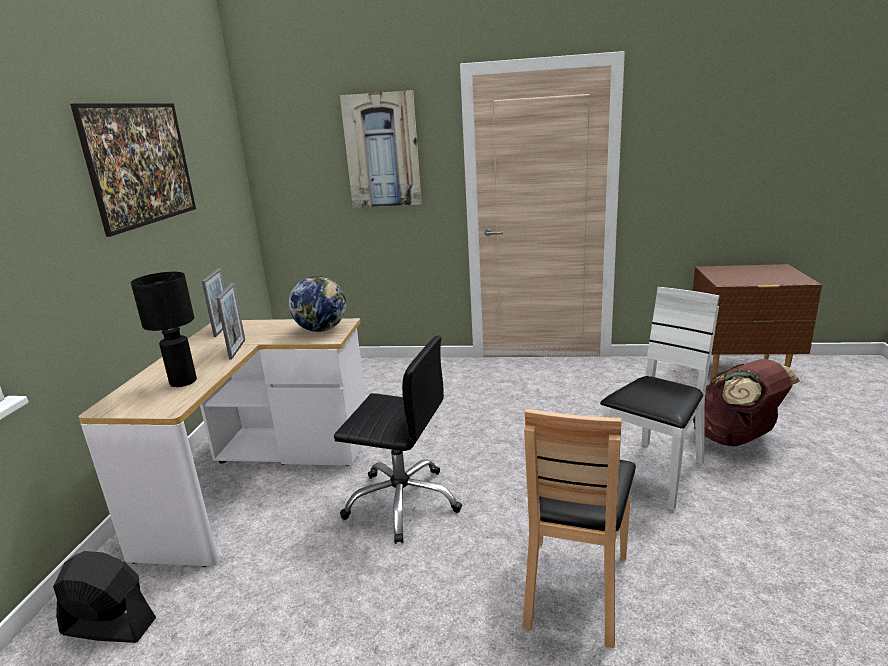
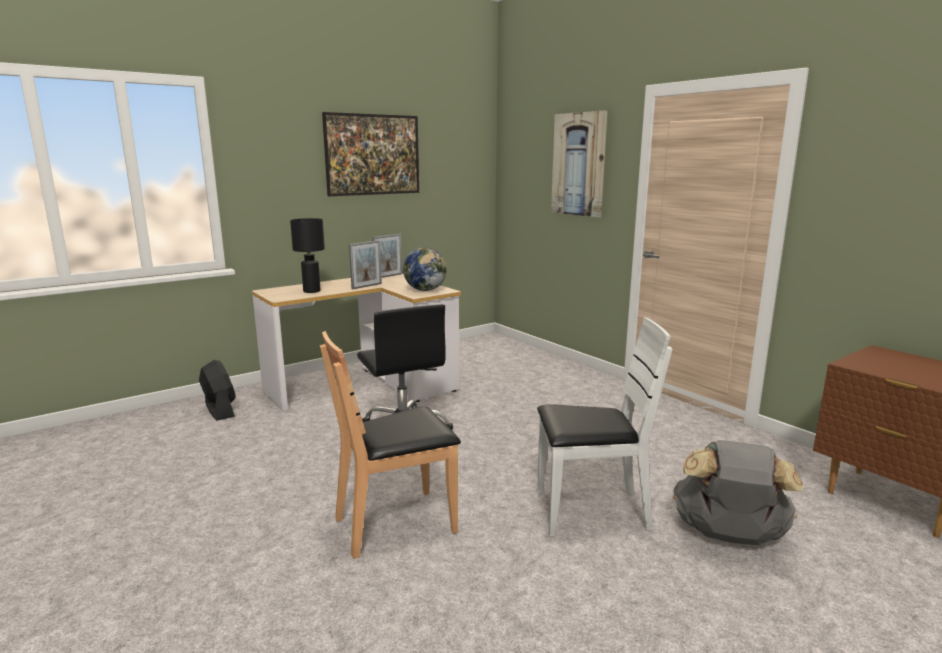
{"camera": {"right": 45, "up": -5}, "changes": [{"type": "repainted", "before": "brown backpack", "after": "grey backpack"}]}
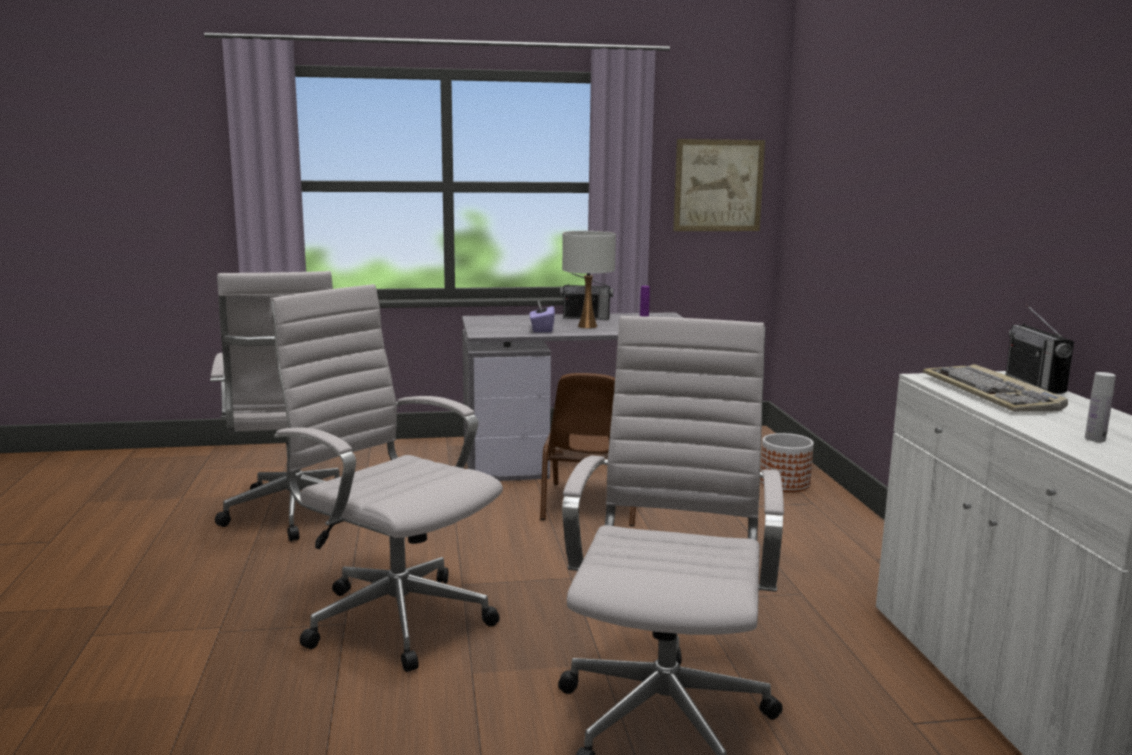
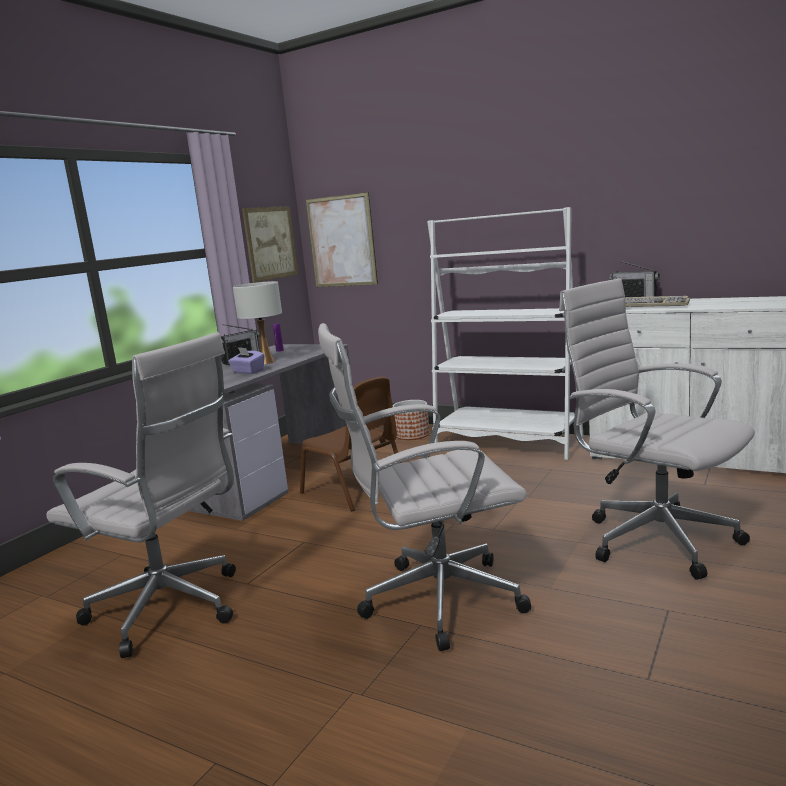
{"camera": {"right": -50, "up": 0}, "changes": [{"type": "gone", "before": "white bottle"}, {"type": "new", "after": "picture (no. 2 from left)"}, {"type": "new", "after": "white bookcase"}]}
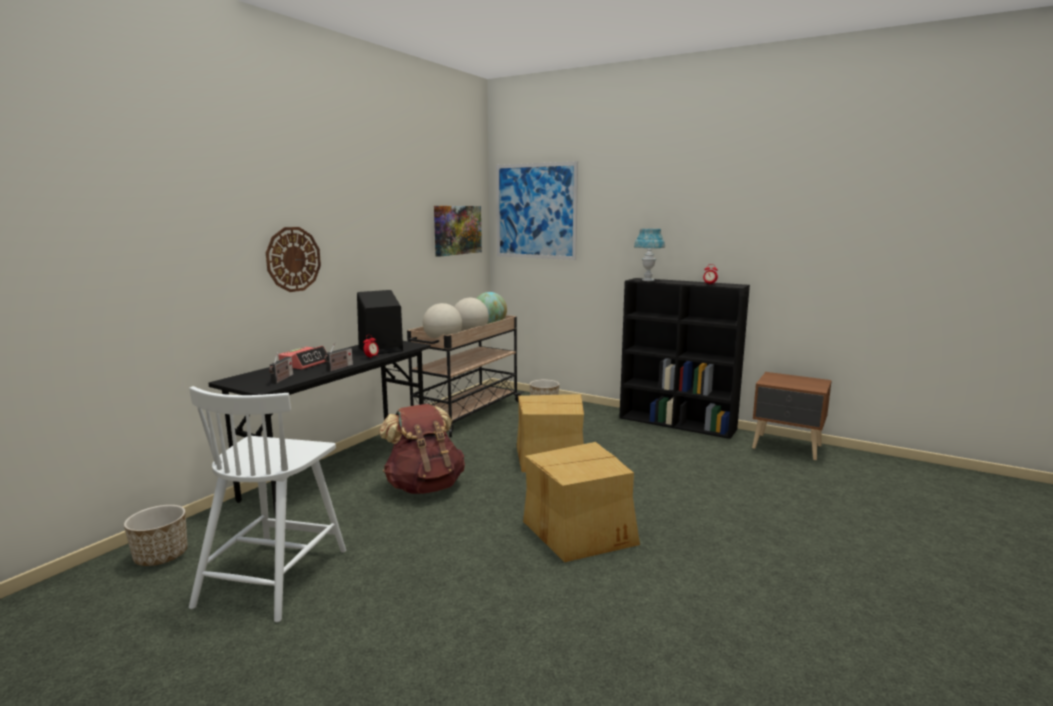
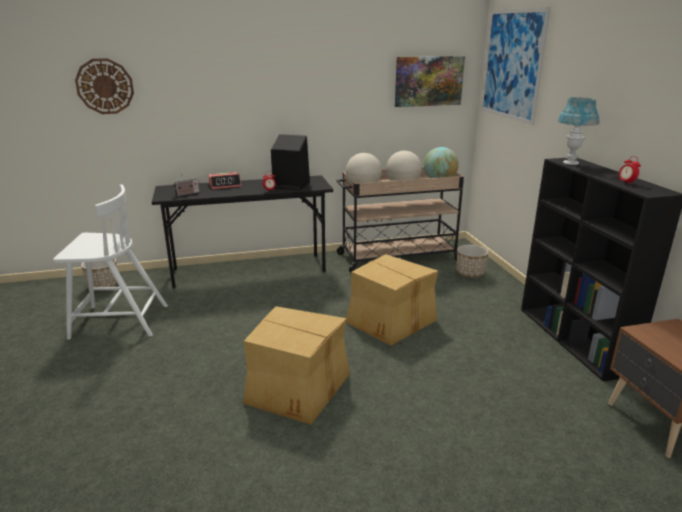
{"camera": {"right": 45, "up": 10}, "changes": [{"type": "gone", "before": "radio (no. 2 from left)"}, {"type": "gone", "before": "brown backpack"}, {"type": "shifted", "before": "wall clock"}, {"type": "rotated", "before": "white chair", "turn": -150}]}
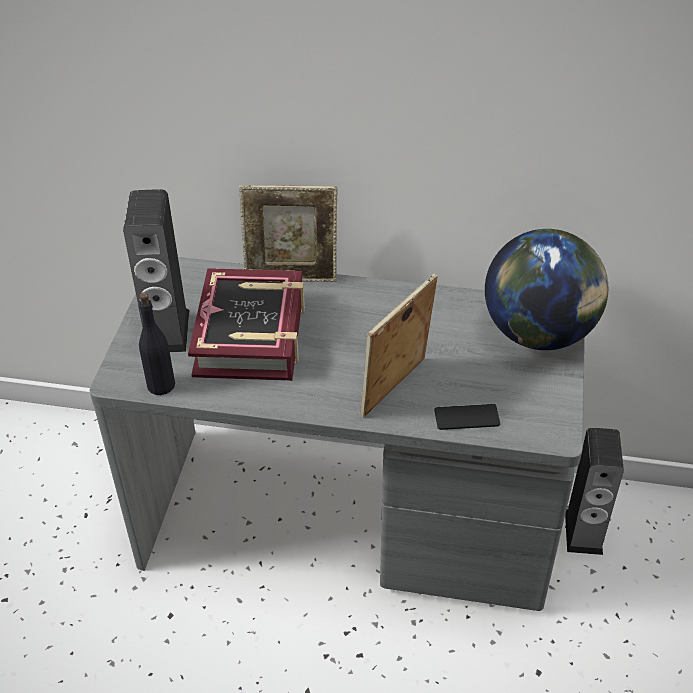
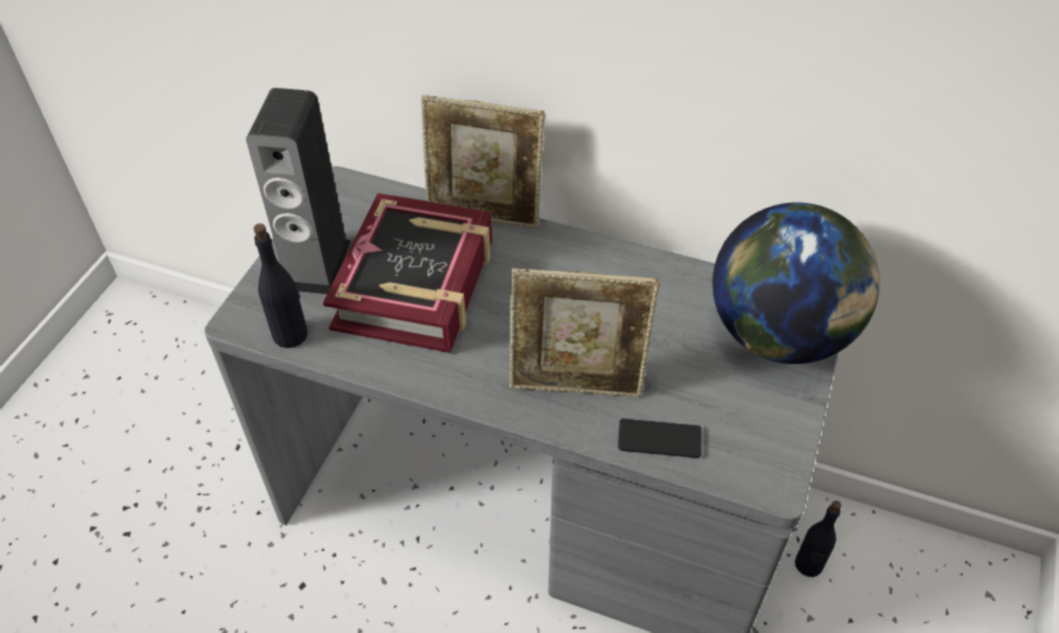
{"camera": {"right": 10, "up": 5}, "changes": [{"type": "swapped", "before": "speaker (no. 2 from left)", "after": "black bottle (no. 2 from left)"}, {"type": "rotated", "before": "picture frame (no. 2 from left)", "turn": -135}]}
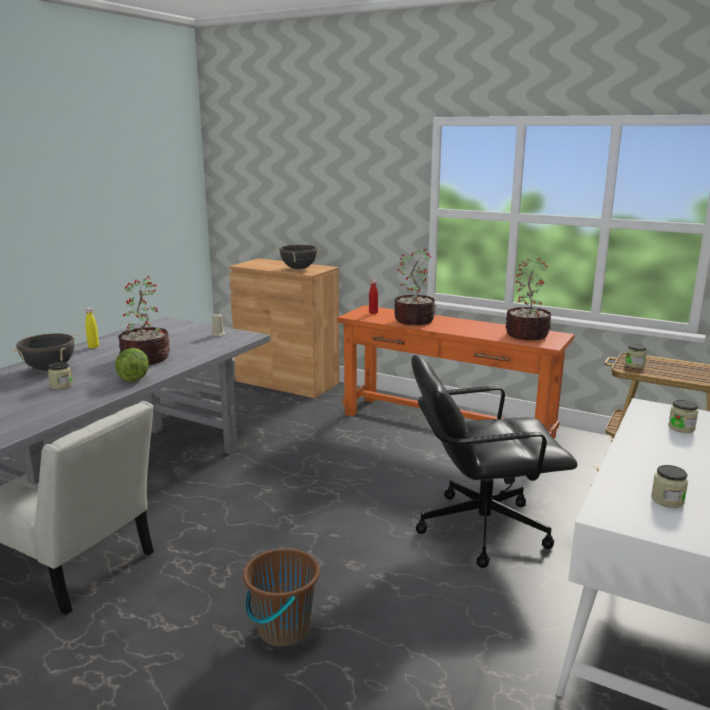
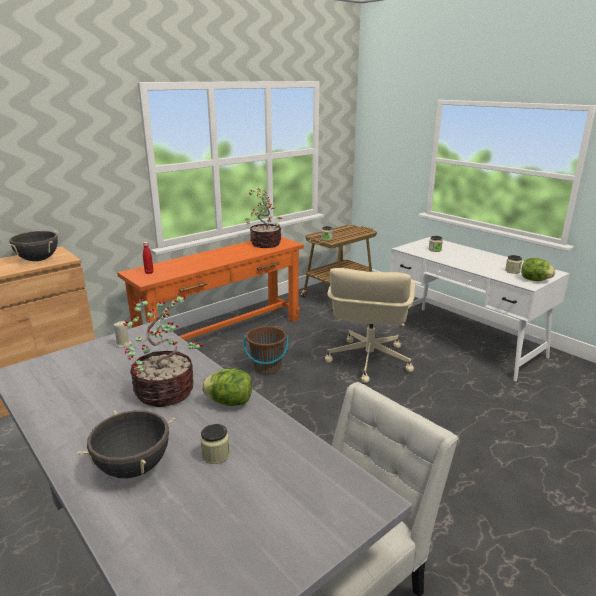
{"camera": {"right": -70, "up": 5}, "changes": [{"type": "gone", "before": "yellow bottle"}, {"type": "gone", "before": "potted plant (no. 2 from left)"}, {"type": "new", "after": "lettuce (no. 2 from left)"}, {"type": "shifted", "before": "brown bucket"}, {"type": "repainted", "before": "black office chair", "after": "beige office chair"}]}
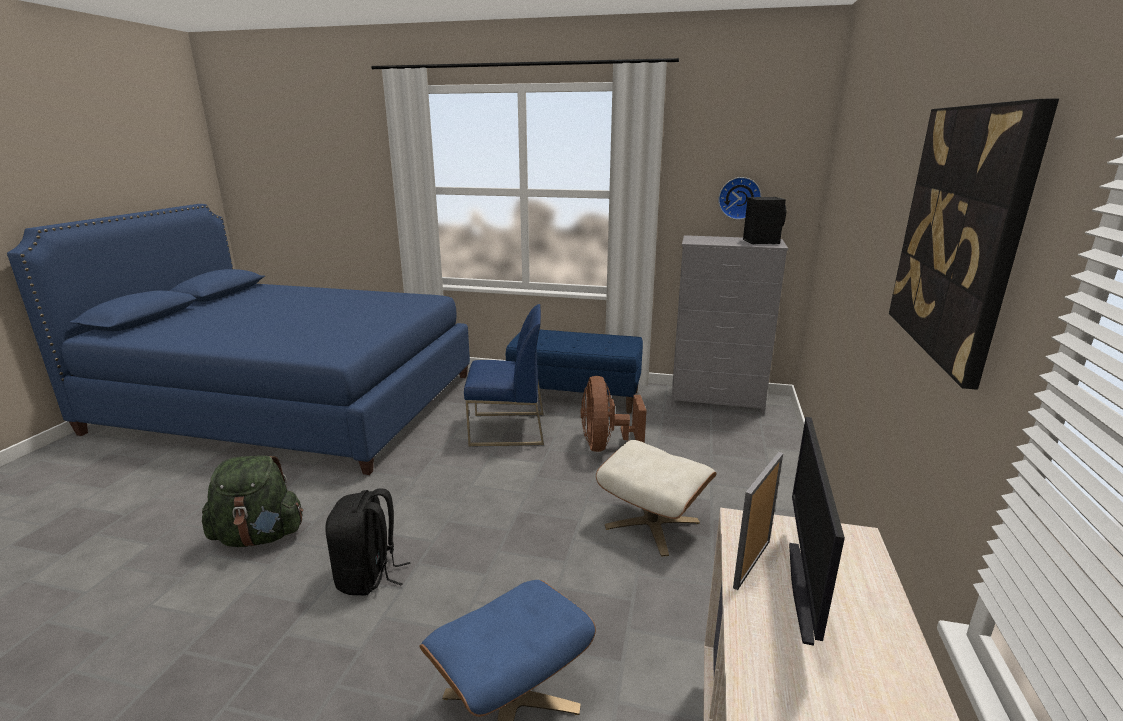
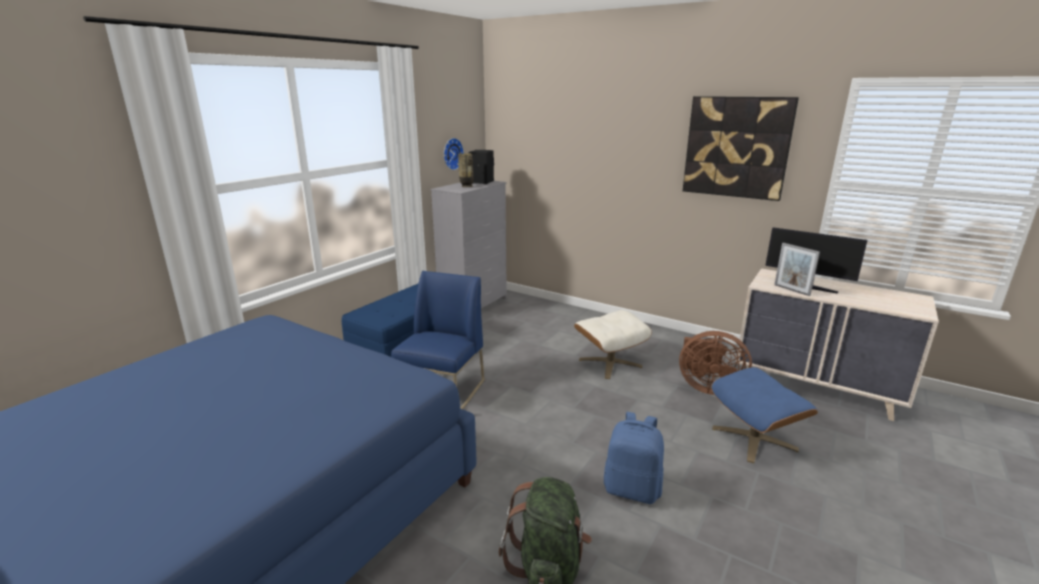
{"camera": {"right": -70, "up": 0}, "changes": [{"type": "new", "after": "vase"}, {"type": "shifted", "before": "brown fan"}, {"type": "repainted", "before": "black backpack", "after": "blue backpack"}]}
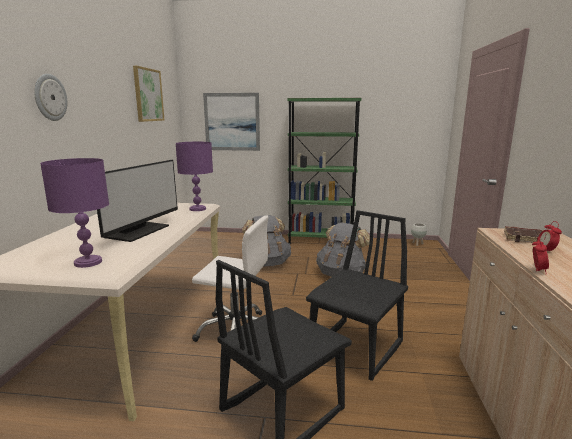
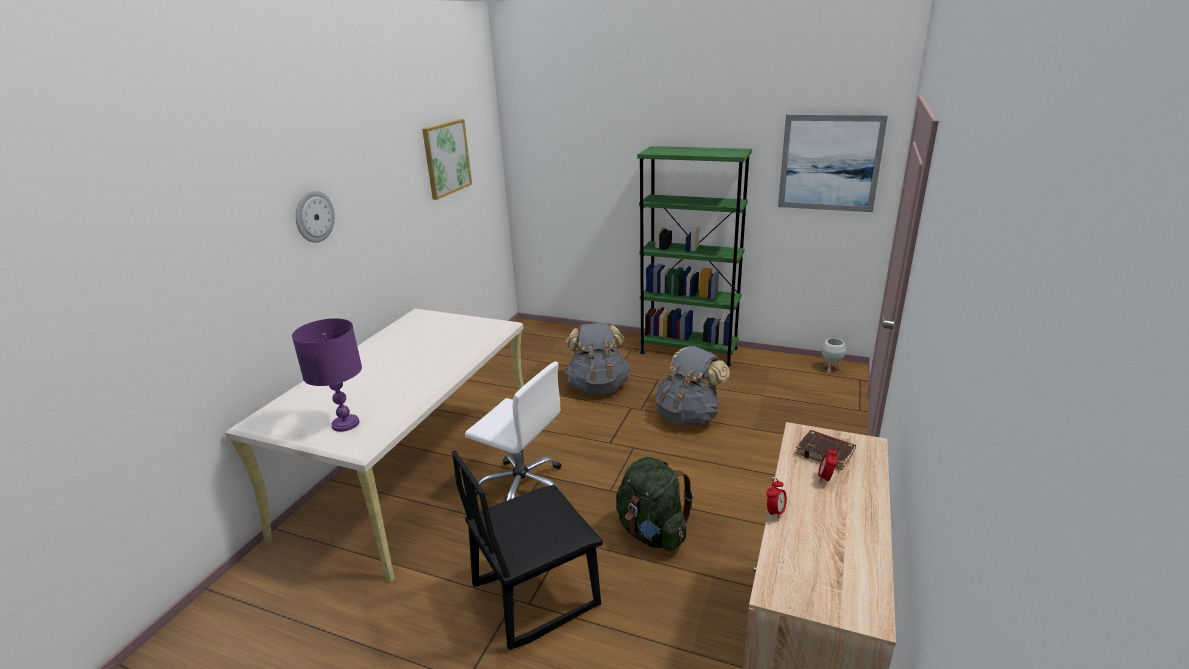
{"camera": {"right": 15, "up": 10}, "changes": [{"type": "gone", "before": "monitor"}, {"type": "gone", "before": "purple table lamp (no. 2 from left)"}, {"type": "shifted", "before": "picture (no. 2 from left)"}, {"type": "swapped", "before": "black chair (no. 2 from left)", "after": "green backpack"}]}
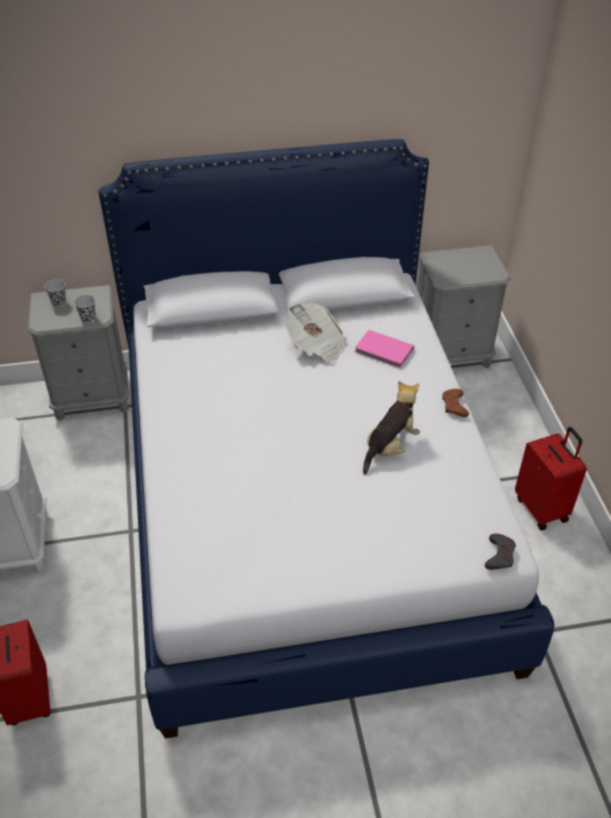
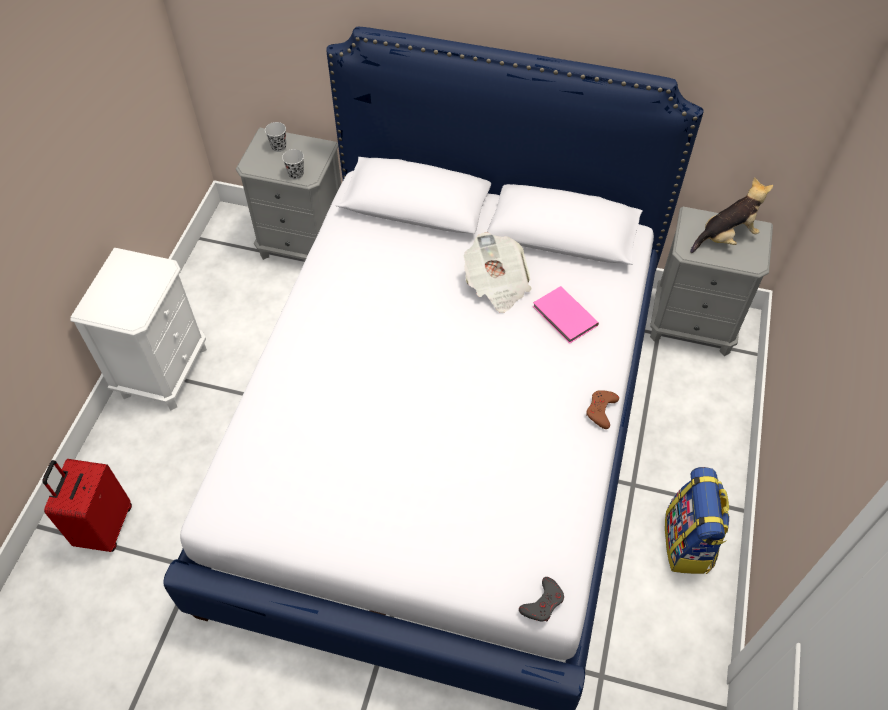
{"camera": {"right": 25, "up": 10}, "changes": [{"type": "shifted", "before": "plush toy"}, {"type": "swapped", "before": "red suitcase (no. 2 from left)", "after": "backpack"}]}
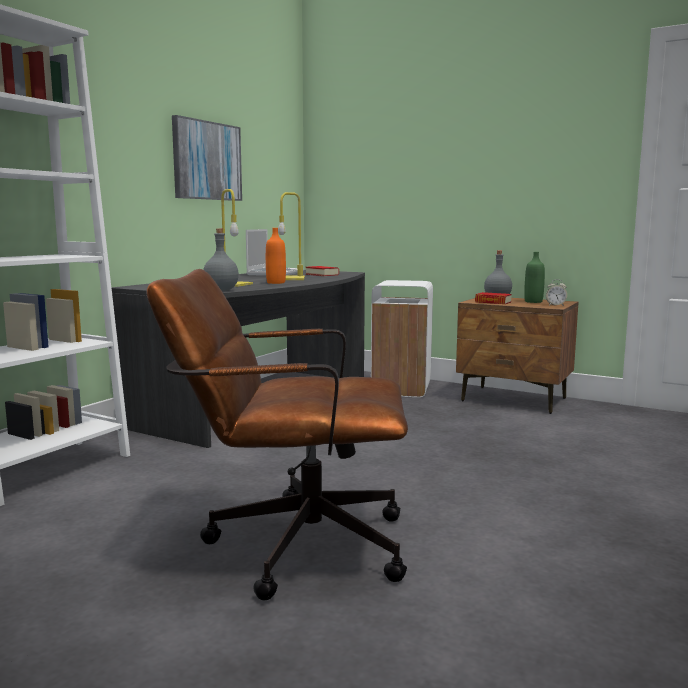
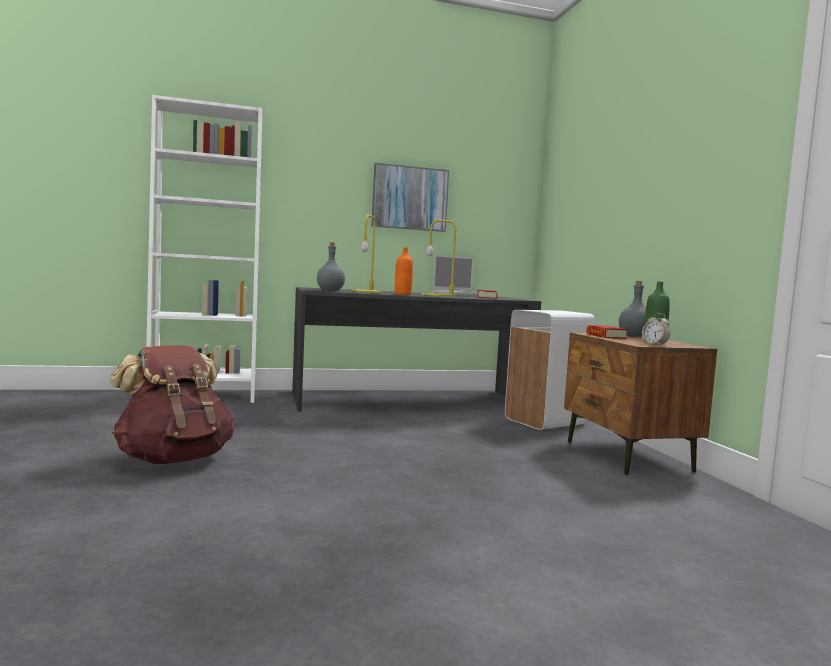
{"camera": {"right": 45, "up": -5}, "changes": [{"type": "swapped", "before": "brown office chair", "after": "brown backpack"}]}
